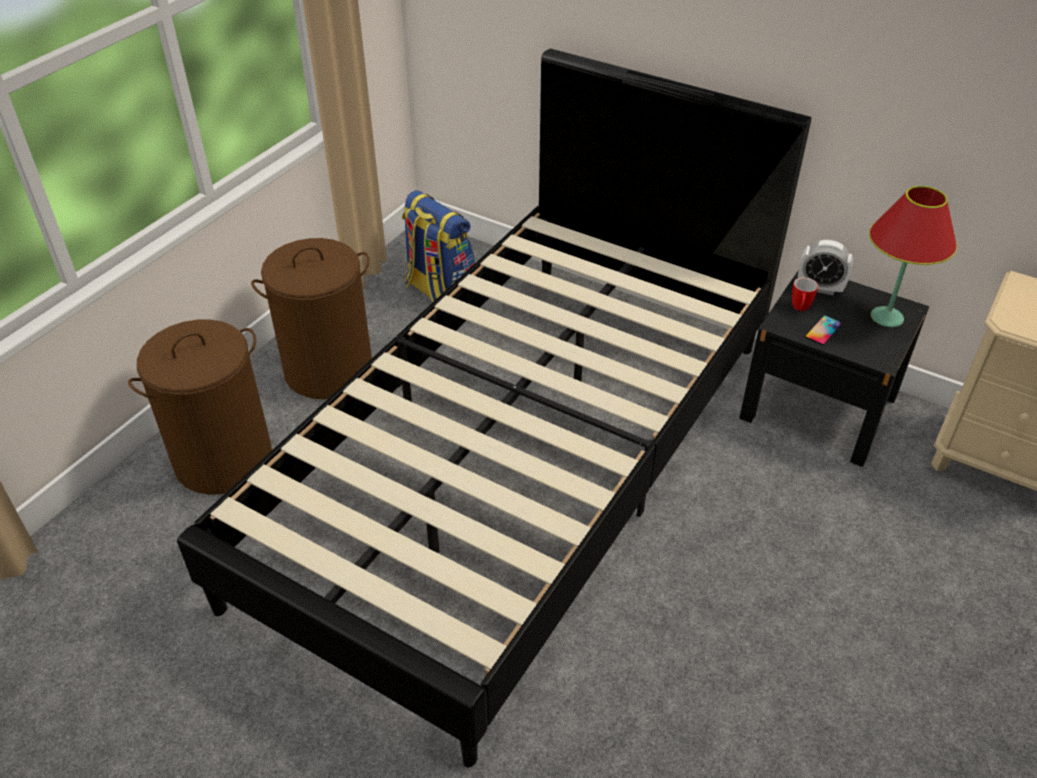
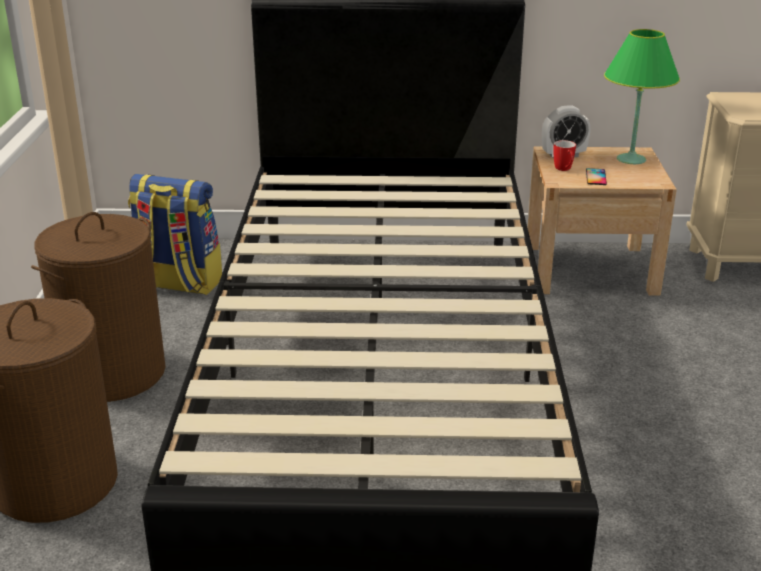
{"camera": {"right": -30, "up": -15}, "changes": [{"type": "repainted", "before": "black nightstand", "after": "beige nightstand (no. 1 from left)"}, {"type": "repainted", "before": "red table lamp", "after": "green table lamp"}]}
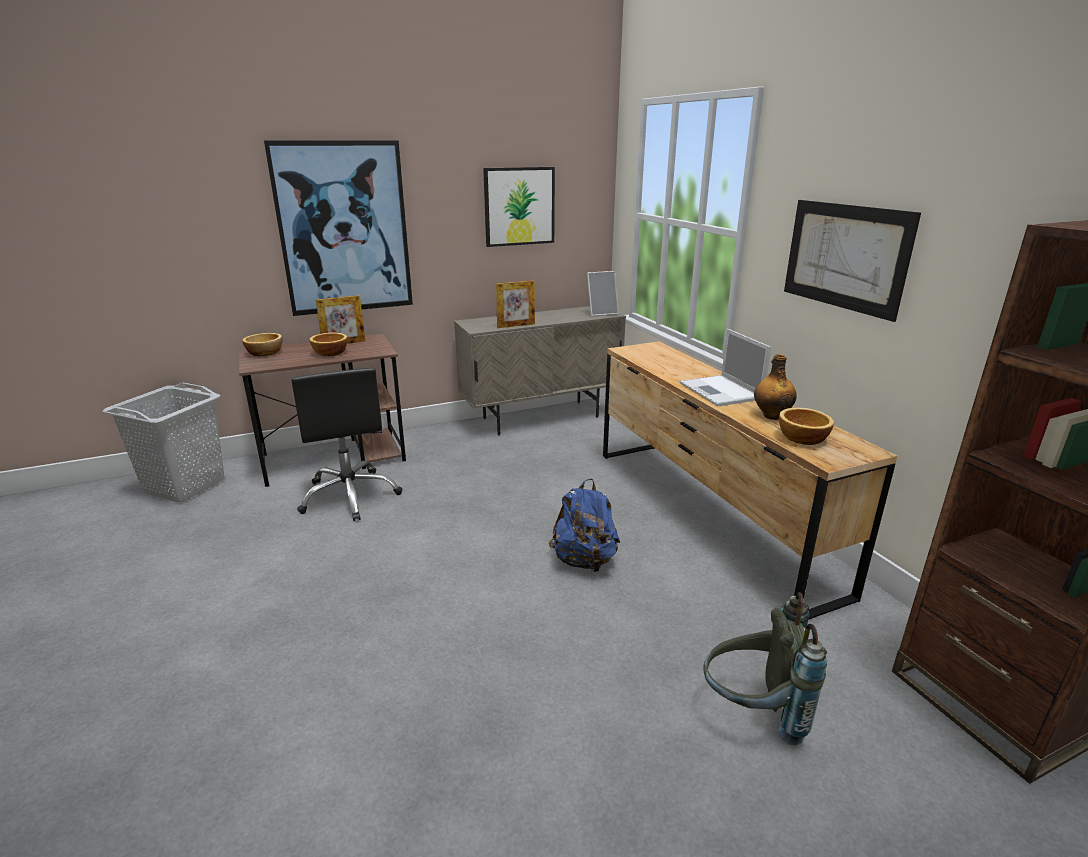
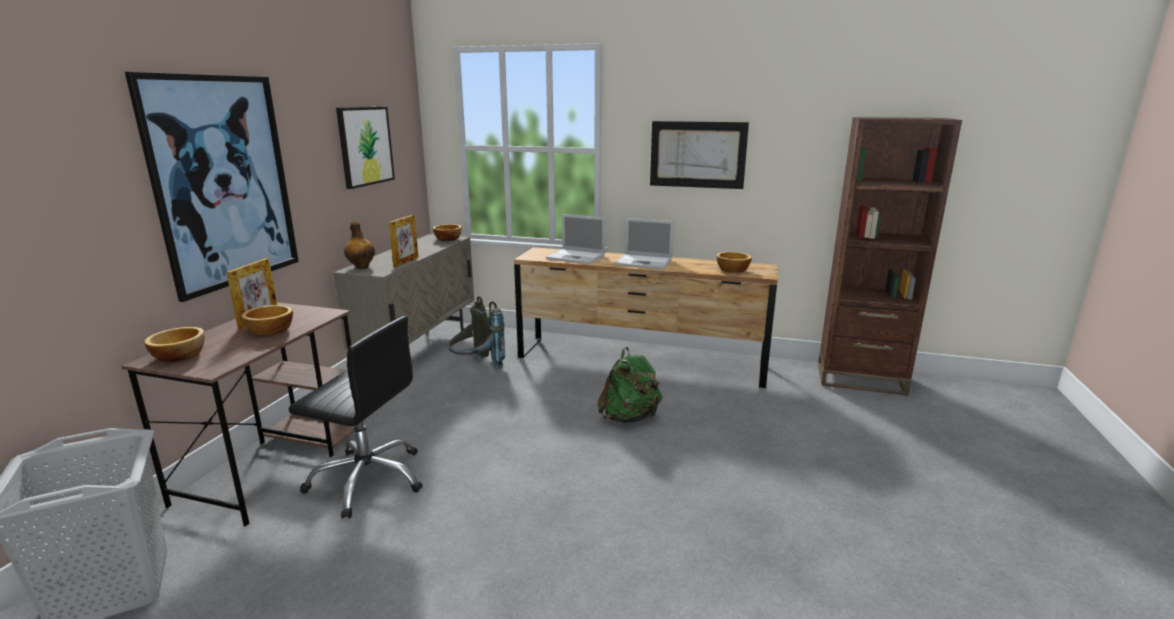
{"camera": {"right": -50, "up": -5}, "changes": [{"type": "new", "after": "laptop (no. 1 from left)"}, {"type": "shifted", "before": "grey backpack"}, {"type": "shifted", "before": "bottle"}, {"type": "swapped", "before": "picture frame (no. 3 from left)", "after": "bowl (no. 3 from left)"}, {"type": "repainted", "before": "blue backpack", "after": "green backpack"}]}
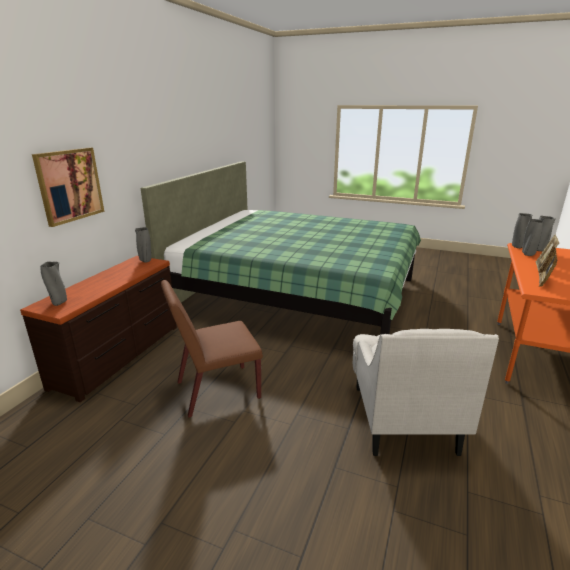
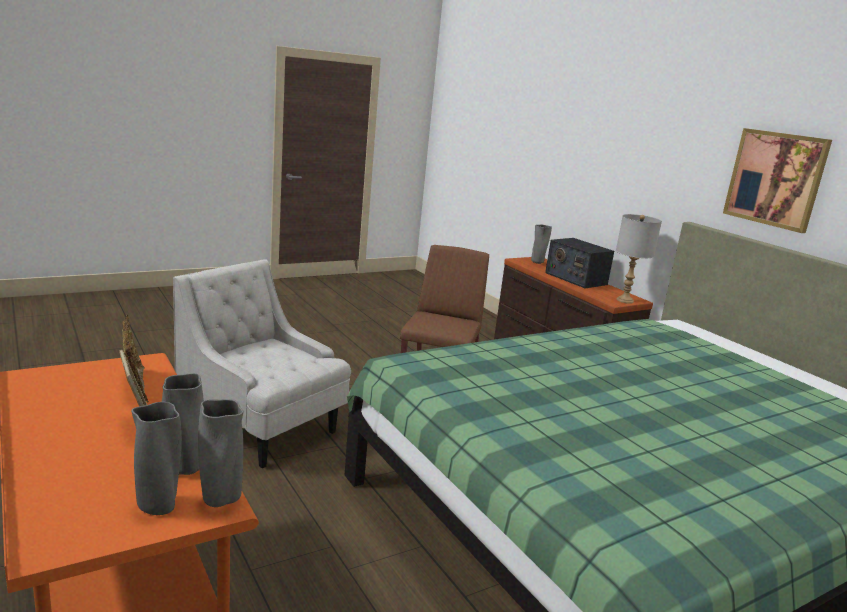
{"camera": {"right": 125, "up": -5}, "changes": [{"type": "new", "after": "radio"}, {"type": "shifted", "before": "picture"}, {"type": "swapped", "before": "grey vase (no. 2 from left)", "after": "grey table lamp"}]}
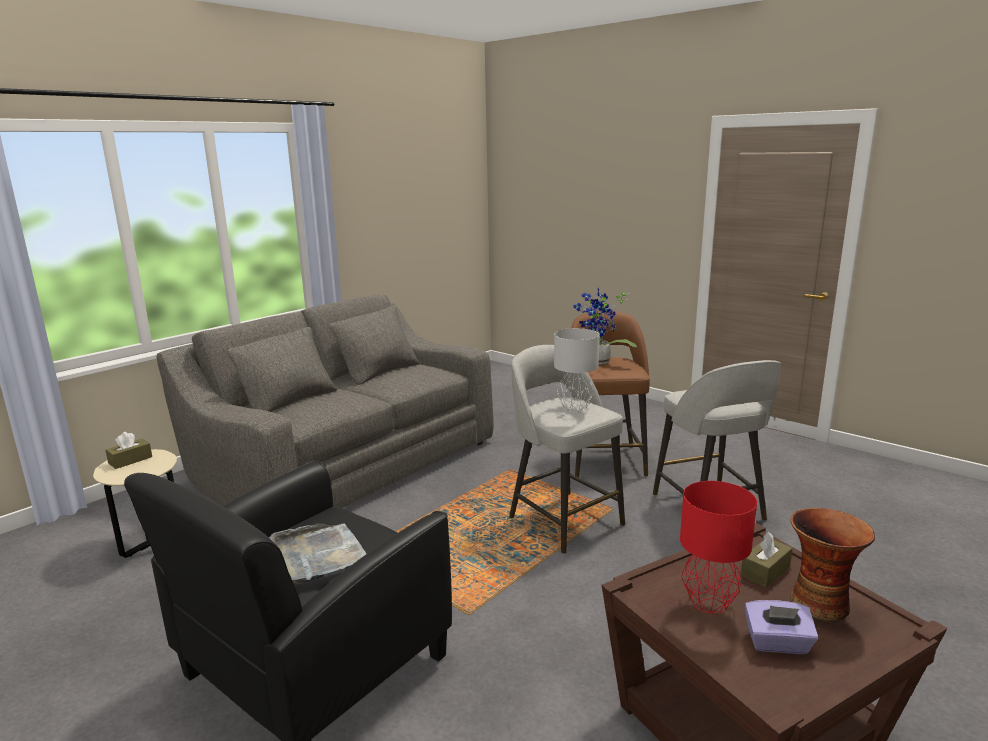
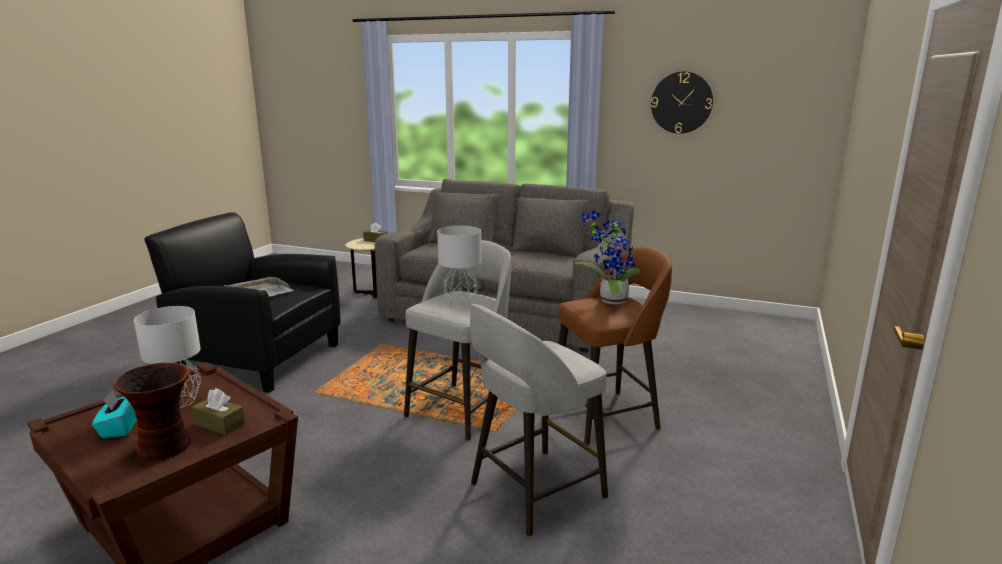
{"camera": {"right": 70, "up": 0}, "changes": [{"type": "new", "after": "wall clock"}, {"type": "repainted", "before": "red table lamp", "after": "grey table lamp (no. 1 from left)"}, {"type": "repainted", "before": "purple tissue box", "after": "turquoise tissue box"}]}
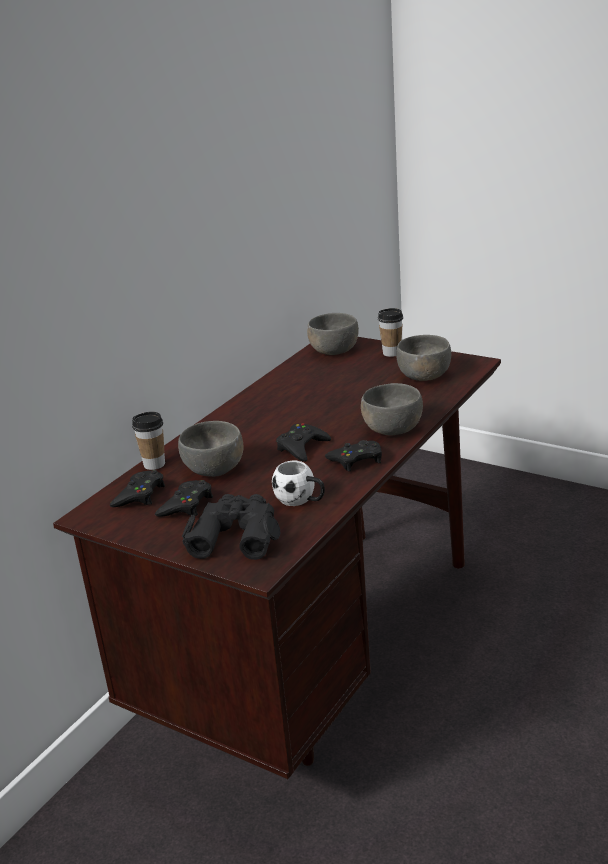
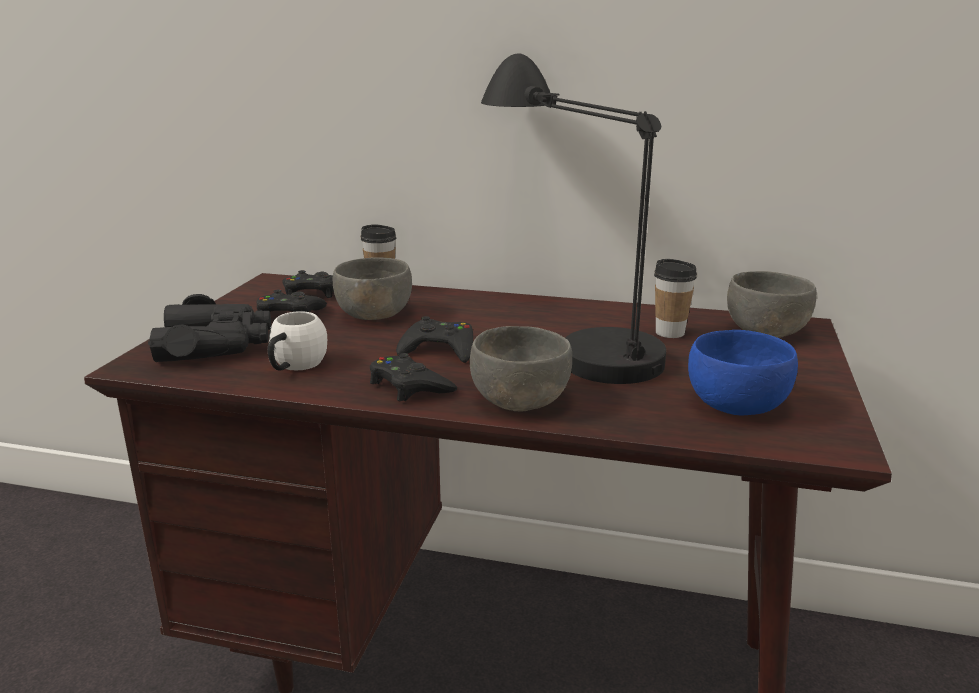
{"camera": {"right": 70, "up": -5}, "changes": [{"type": "new", "after": "black table lamp"}, {"type": "shifted", "before": "cup (no. 2 from left)"}, {"type": "repainted", "before": "grey bowl (no. 4 from left)", "after": "blue bowl"}]}
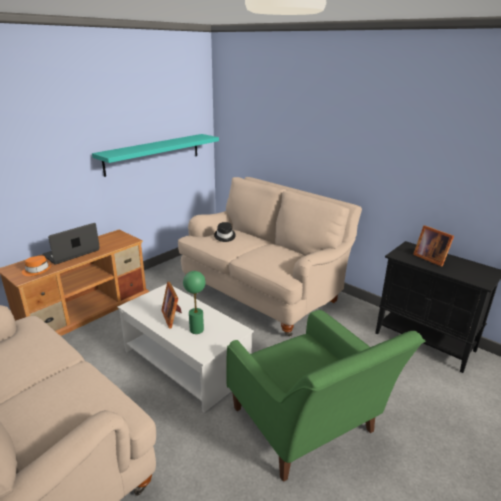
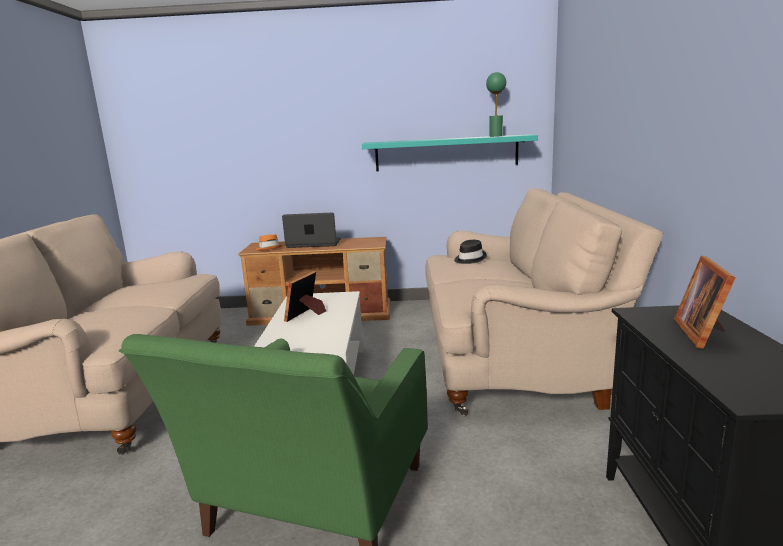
{"camera": {"right": 50, "up": -10}, "changes": [{"type": "shifted", "before": "green table lamp"}]}
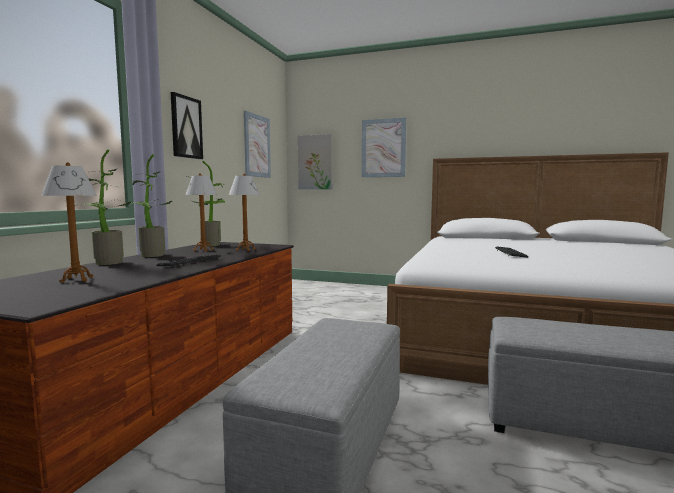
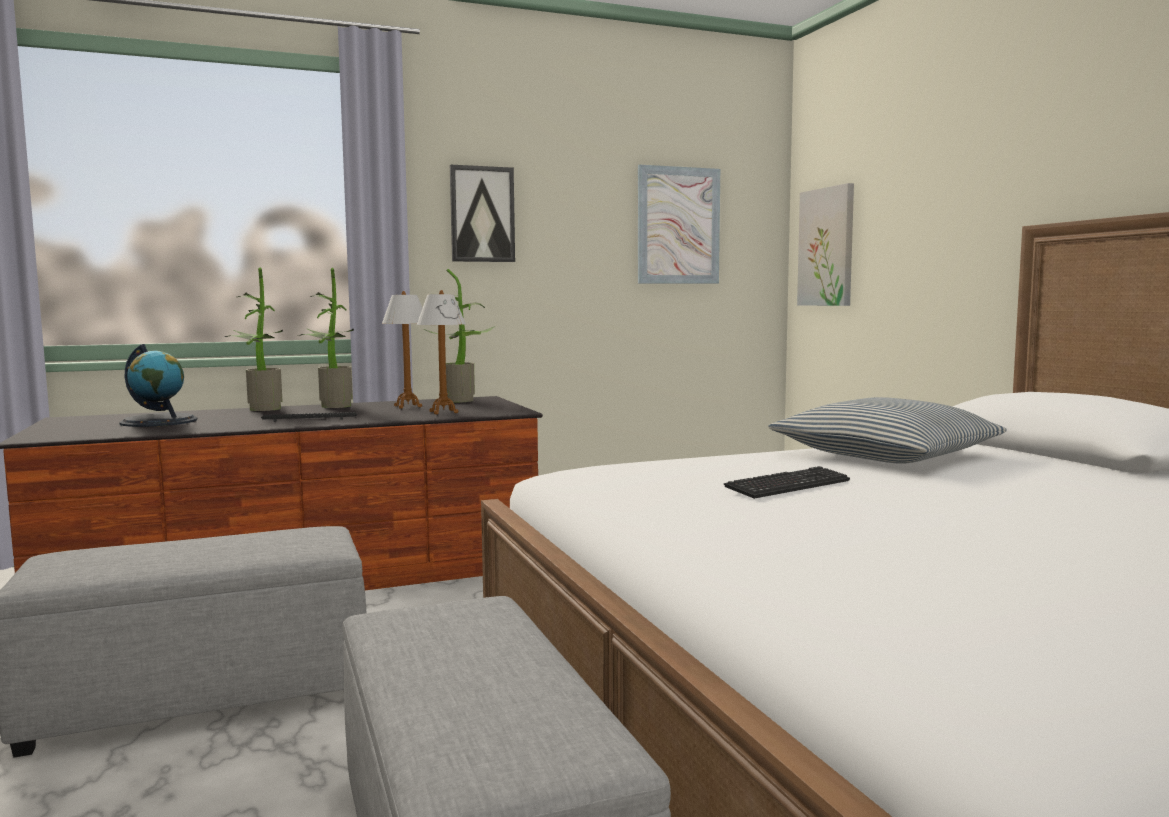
{"camera": {"right": 50, "up": 0}, "changes": [{"type": "gone", "before": "picture (no. 4 from left)"}, {"type": "new", "after": "pillow"}, {"type": "swapped", "before": "table lamp (no. 1 from left)", "after": "globe"}]}
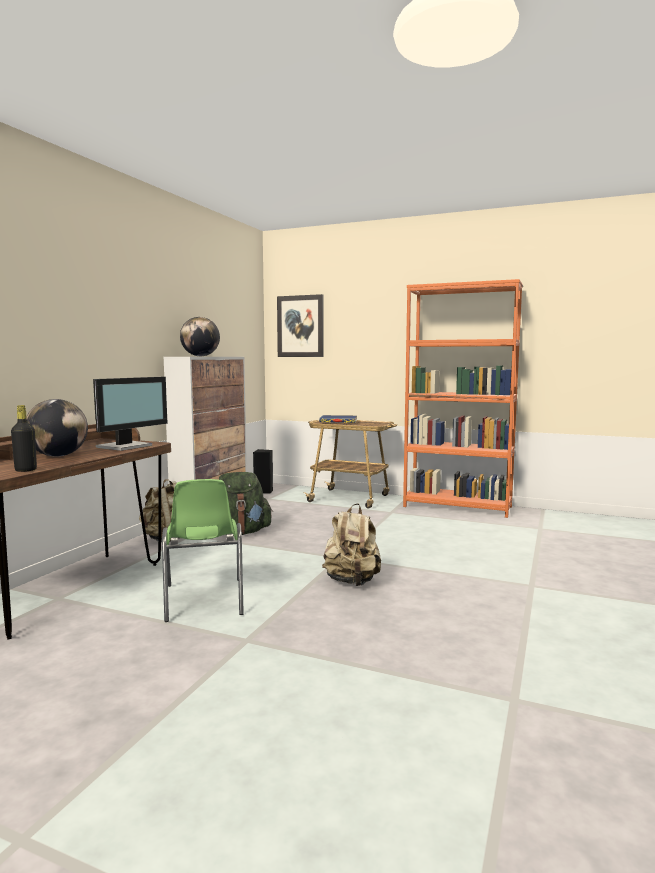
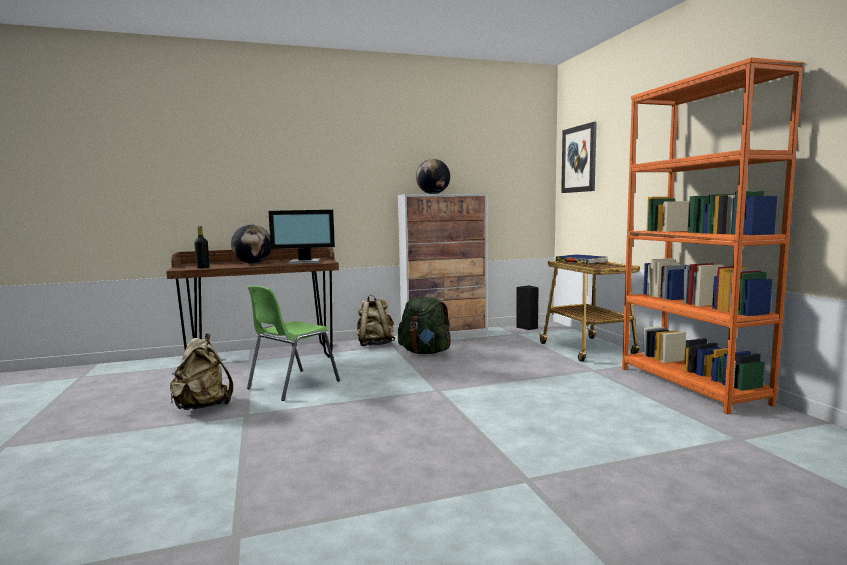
{"camera": {"right": 50, "up": 0}, "changes": [{"type": "shifted", "before": "beige backpack (no. 2 from left in the first image)", "after": "beige backpack (no. 1 from left)"}]}
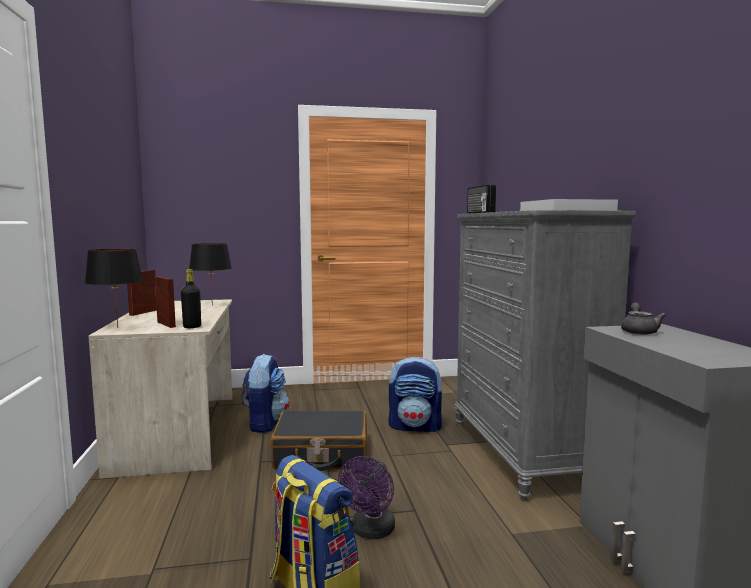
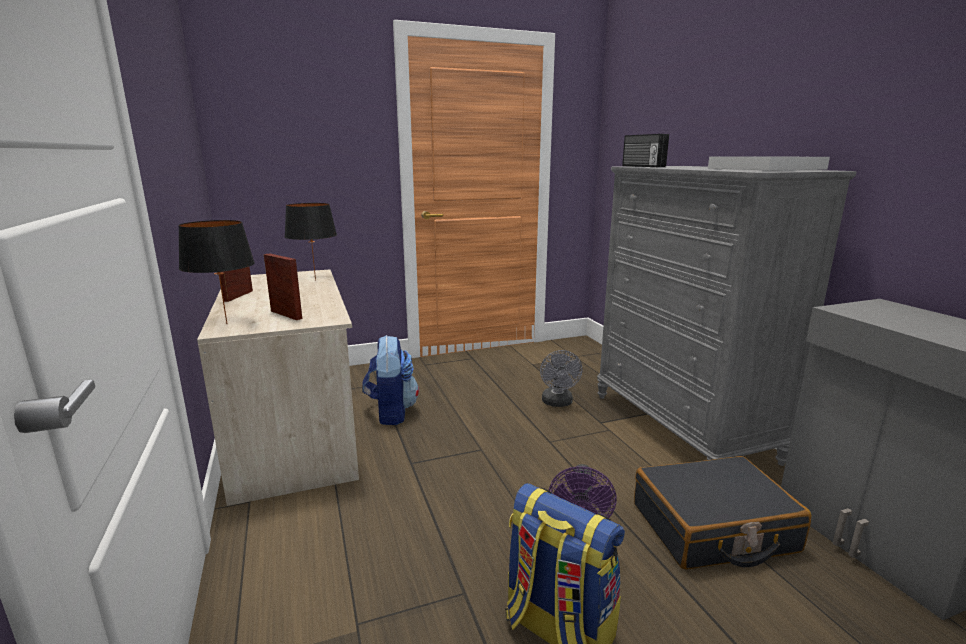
{"camera": {"right": -10, "up": 10}, "changes": [{"type": "gone", "before": "black bottle"}, {"type": "gone", "before": "grey teapot"}, {"type": "shifted", "before": "black suitcase"}, {"type": "swapped", "before": "backpack (no. 3 from left)", "after": "grey fan"}]}
